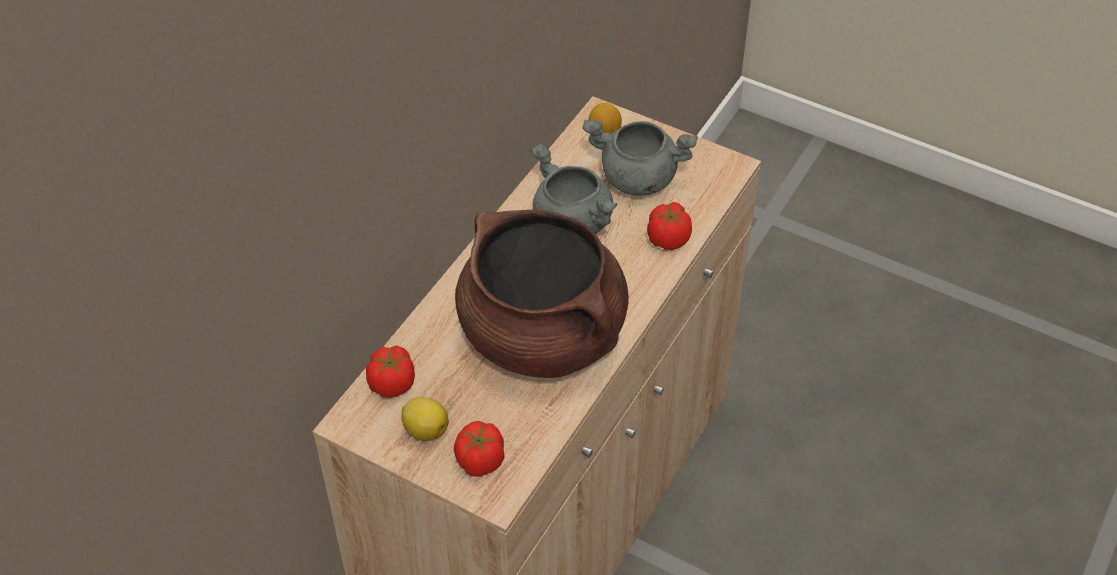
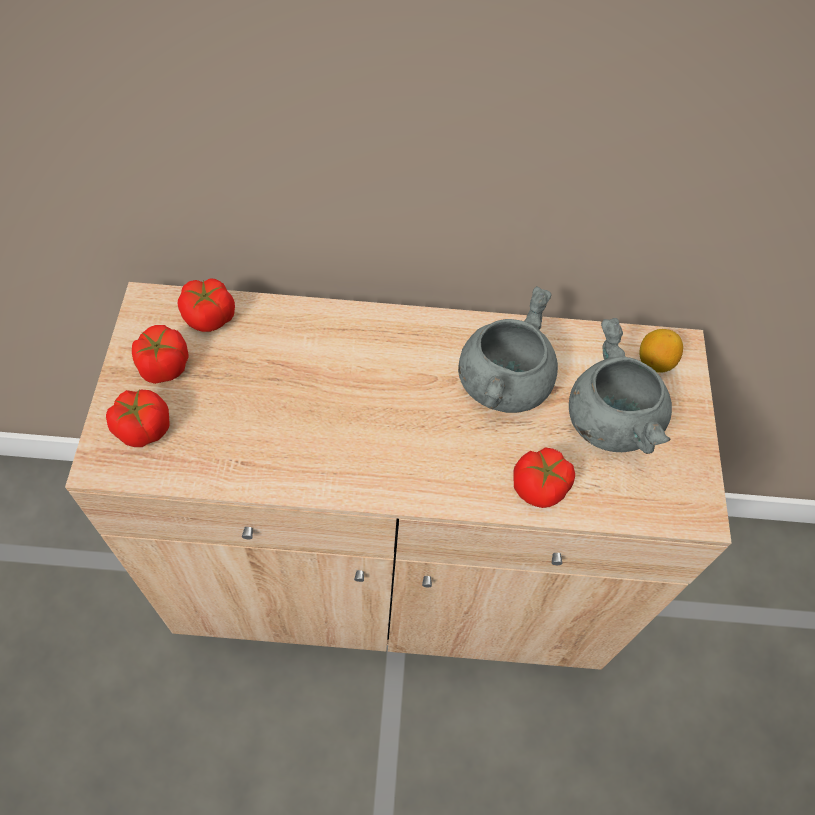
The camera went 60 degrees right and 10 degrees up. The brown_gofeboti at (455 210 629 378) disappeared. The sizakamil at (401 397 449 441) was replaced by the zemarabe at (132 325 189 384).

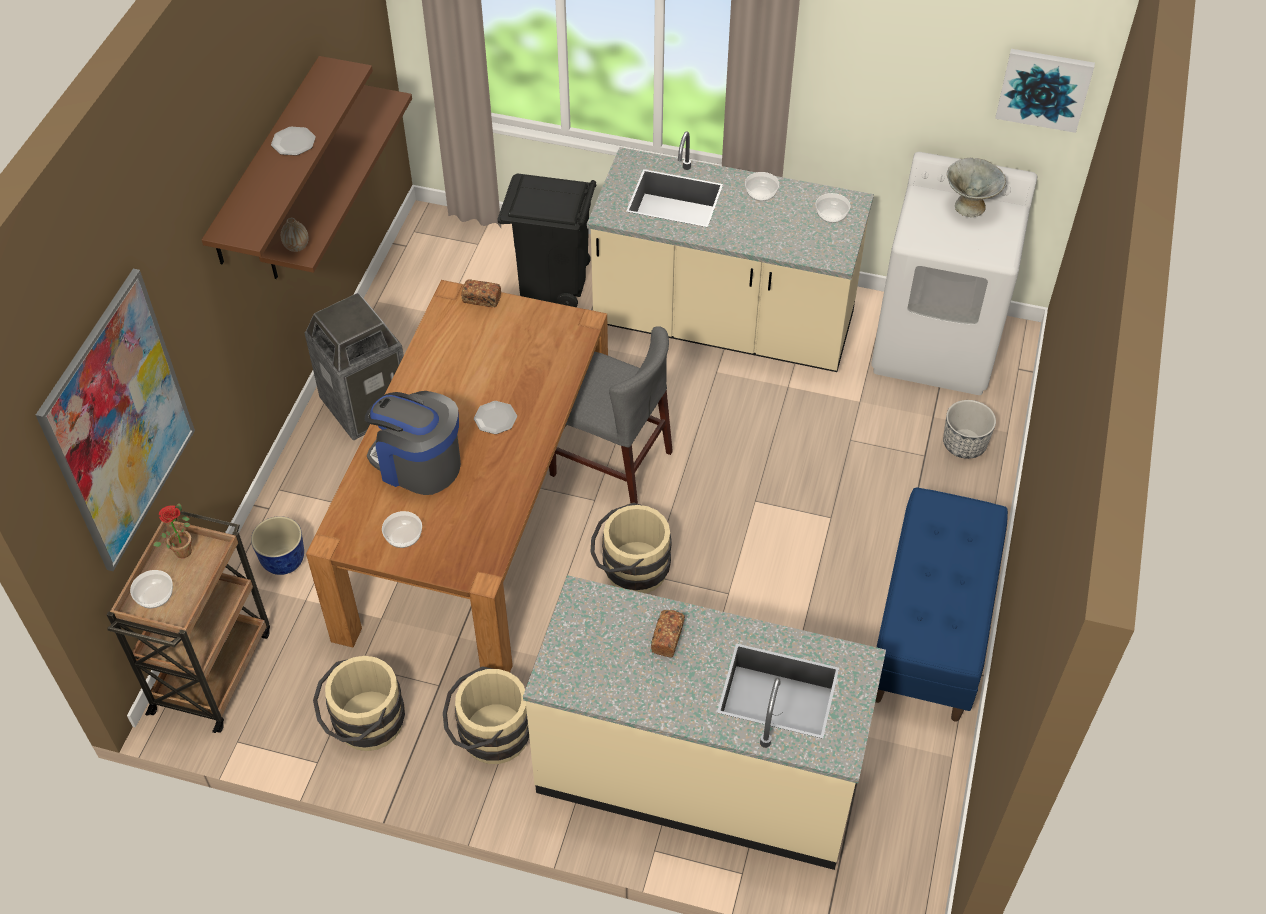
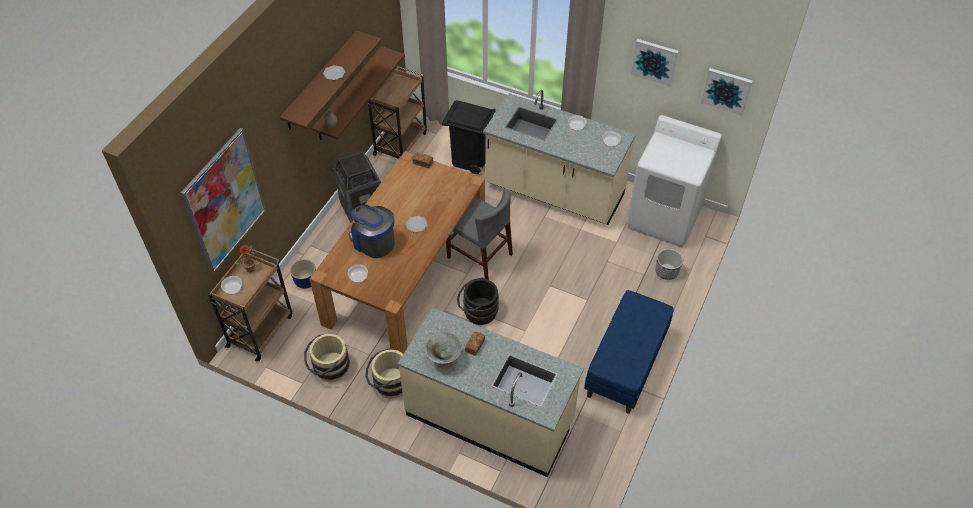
The camera went 10 degrees right and 0 degrees up. The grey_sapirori moved from (947 158 1006 217) to (426 332 462 369). The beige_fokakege at (590 502 672 594) became the black_fokakege at (457 277 499 325). The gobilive at (631 39 679 87) appeared. The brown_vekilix at (367 66 427 159) appeared.

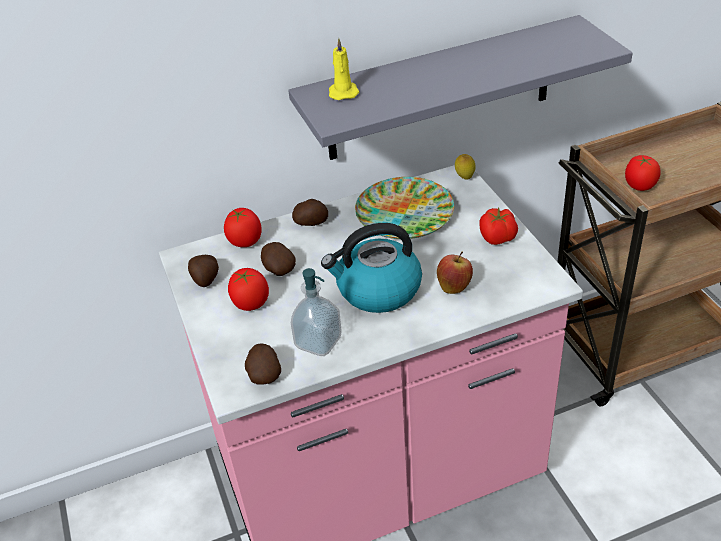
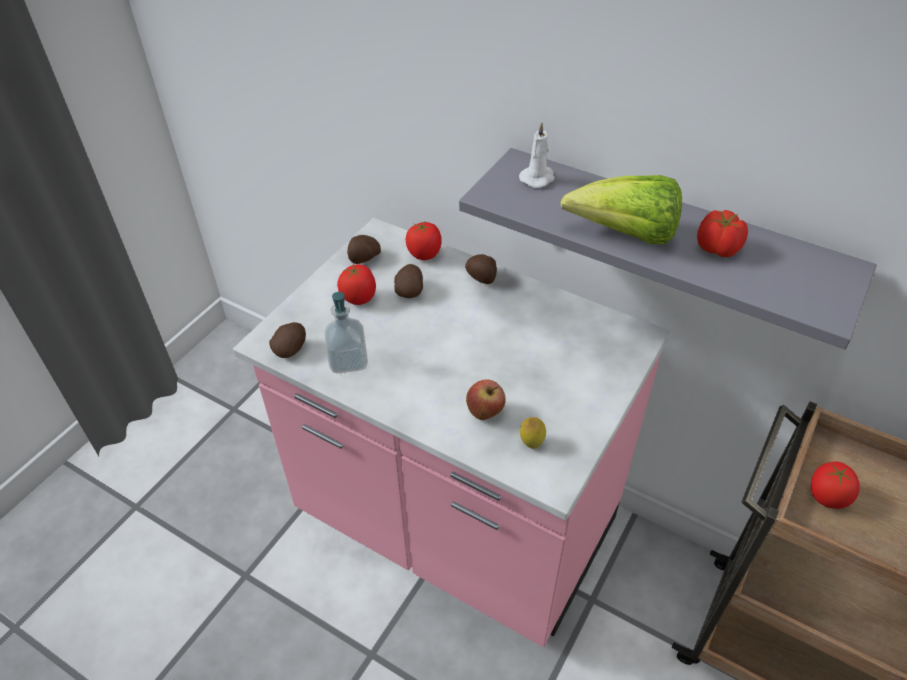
The camera went 50 degrees right and 5 degrees up. The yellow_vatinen at (329 38 359 100) became the white_vatinen at (519 122 555 188). The sizakamil moved from (455 154 476 180) to (520 417 546 449). The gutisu at (355 177 454 239) disappeared. The zemarabe moved from (479 207 518 245) to (697 210 748 257). The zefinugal at (321 223 422 313) disappeared. The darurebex at (560 175 682 244) appeared.

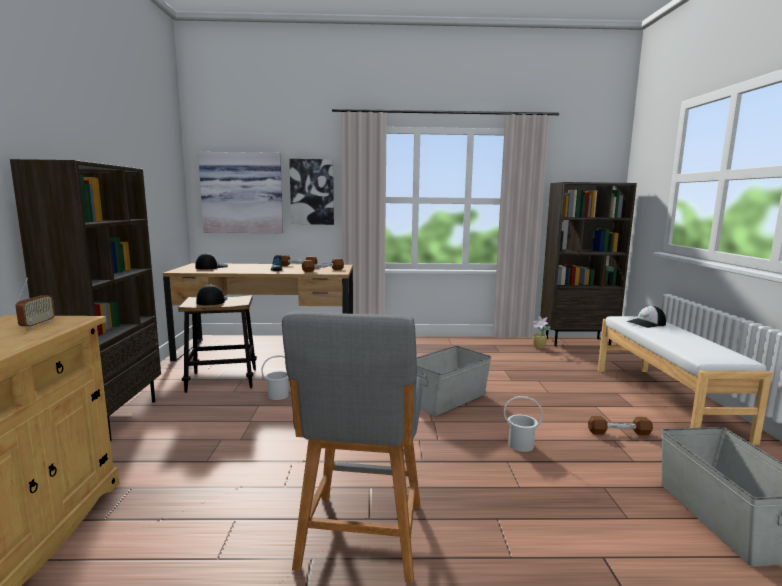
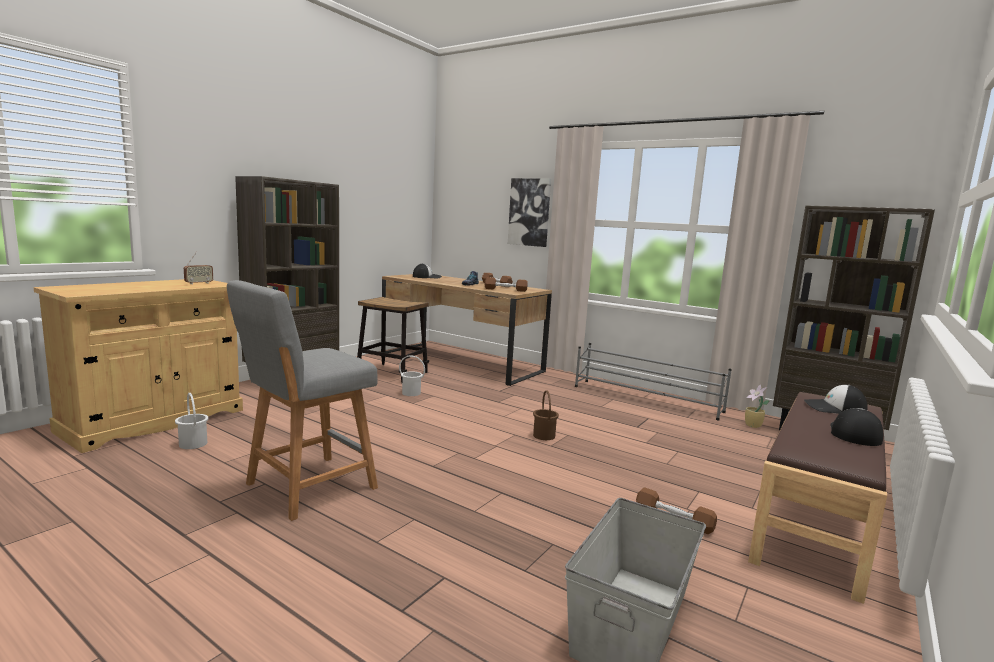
The camera went 35 degrees right and 0 degrees up. The gobilive at (198 152 283 233) disappeared. The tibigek moved from (197 285 228 305) to (831 408 883 446). The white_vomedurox at (598 316 773 445) became the brown_vomedurox at (748 392 887 604). The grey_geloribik at (417 346 491 416) was replaced by the brown_fokakege at (533 390 559 440). The white_fokakege moved from (504 396 543 452) to (175 393 209 449). The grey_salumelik at (575 343 732 420) appeared.

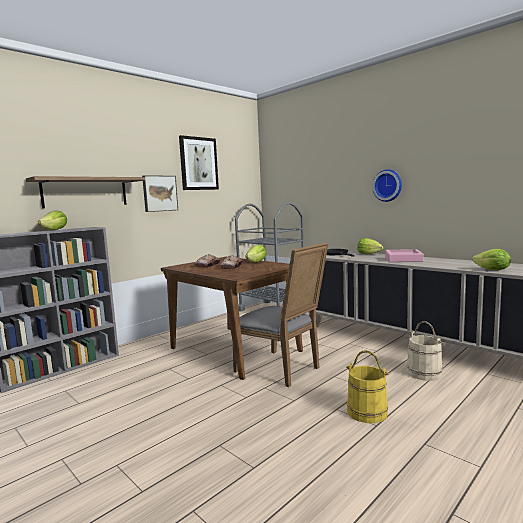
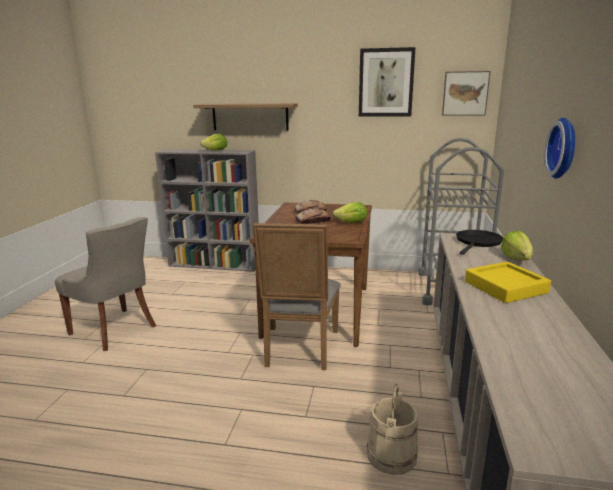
The camera went 55 degrees right and 10 degrees up. The gobilive moved from (142 175 178 212) to (442 71 490 115). The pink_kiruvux at (385 249 424 262) became the yellow_kiruvux at (465 262 551 303). The darurebex at (472 249 511 270) disappeared. The yellow_fokakege at (346 350 389 423) disappeared. The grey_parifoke at (55 217 156 351) appeared.

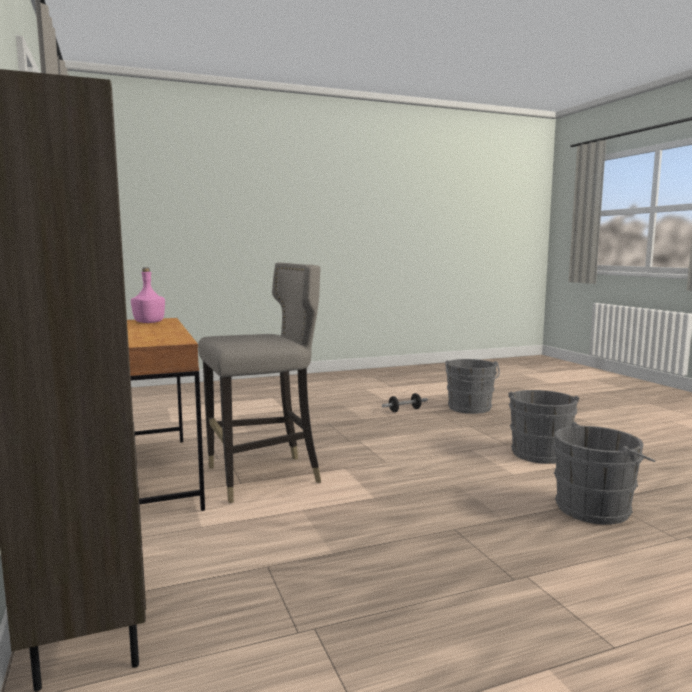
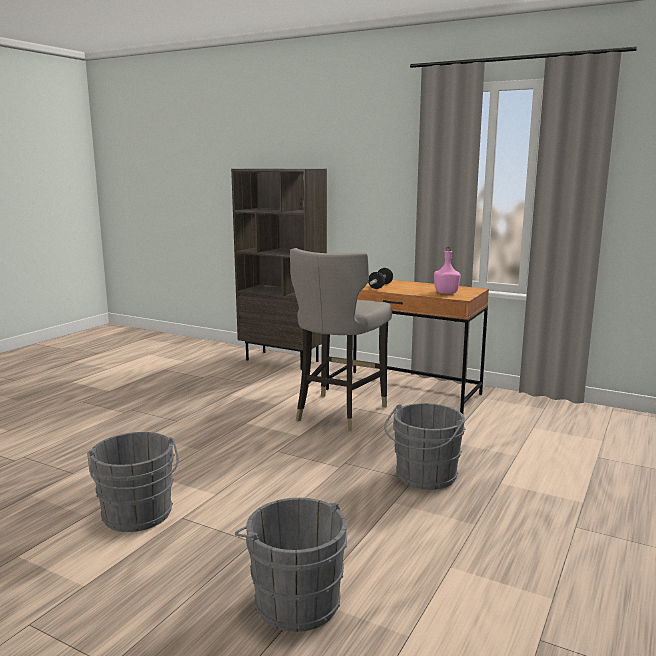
The camera went 140 degrees right and 5 degrees up. The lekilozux moved from (382 393 428 412) to (368 268 393 289). The grey_fokakege moved from (553 422 655 525) to (384 403 466 490).

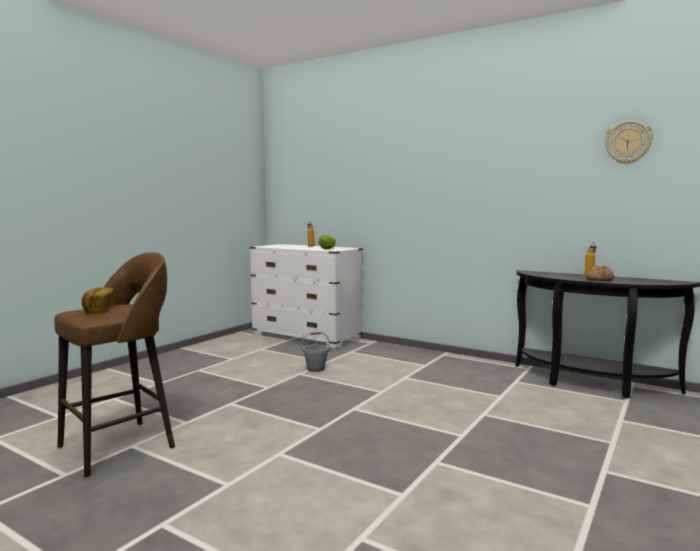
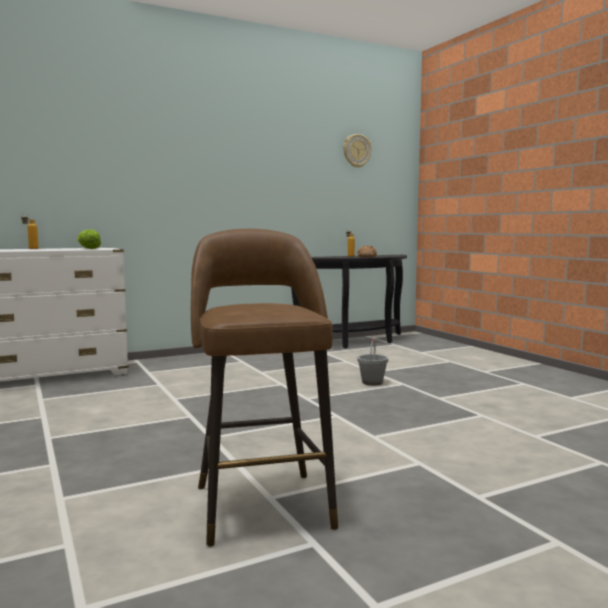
The camera went 60 degrees left and 0 degrees up. The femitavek at (82 287 115 313) disappeared. The grey_fokakege moved from (302 332 330 372) to (357 338 388 385).

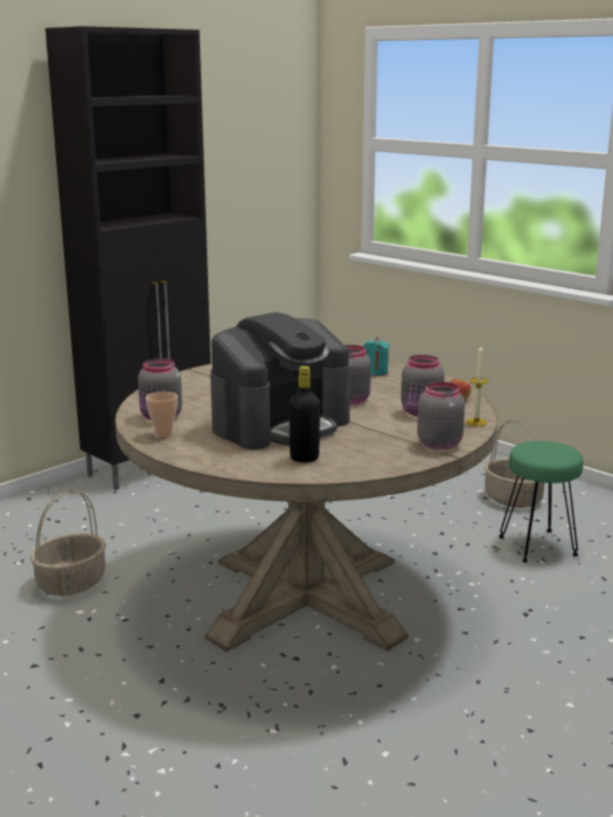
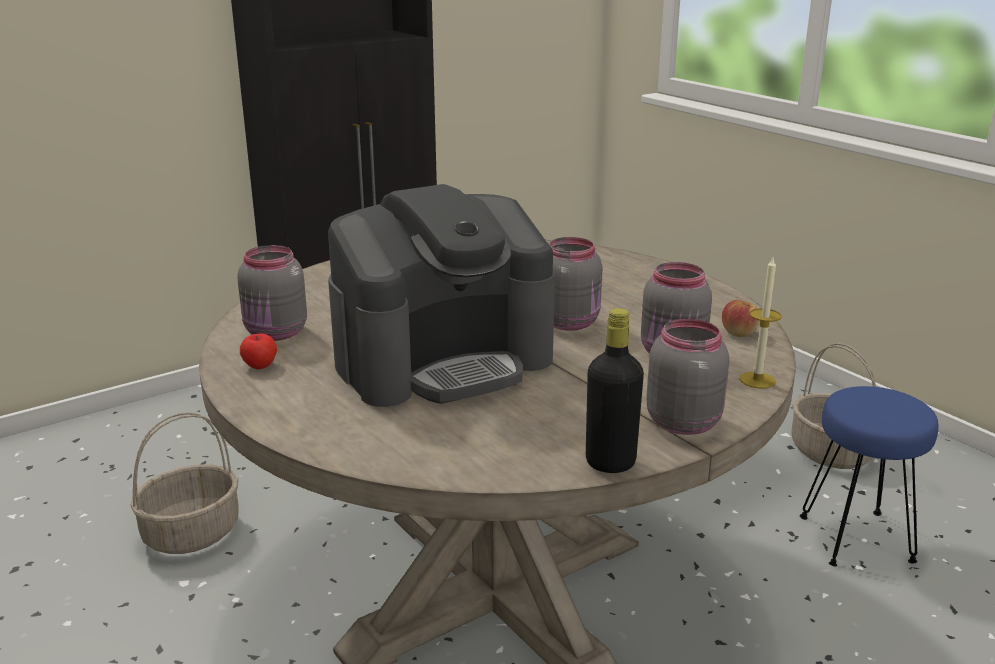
The camera went 10 degrees right and 5 degrees up. The turquoise_vatinen at (363 337 390 376) disappeared. The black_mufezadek moved from (289 366 320 462) to (586 308 644 473). The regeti at (146 392 178 438) was replaced by the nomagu at (240 334 277 369). The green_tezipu at (499 441 583 562) became the blue_tezipu at (800 386 938 566).

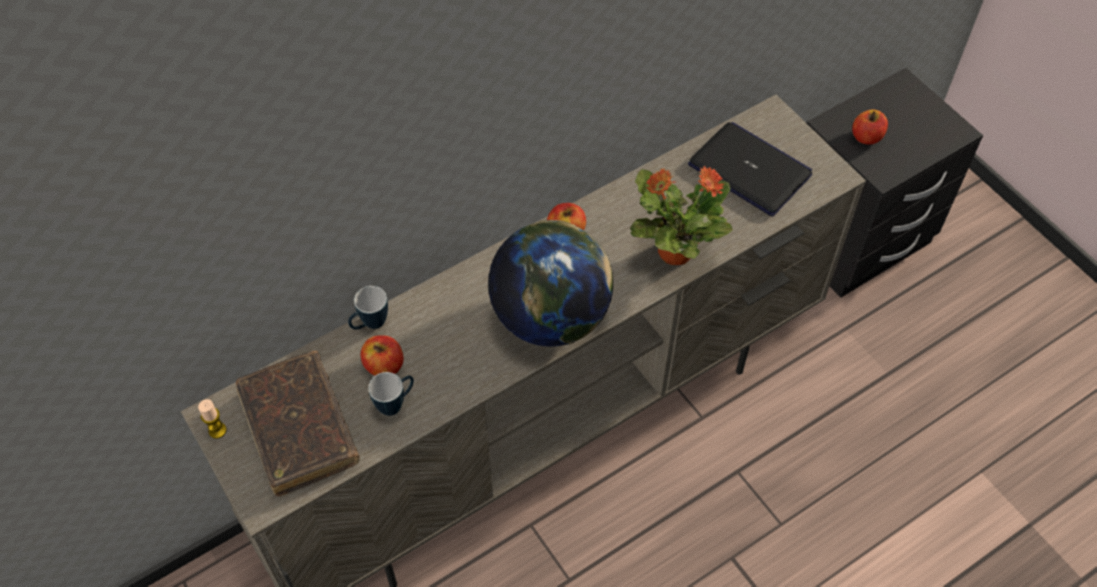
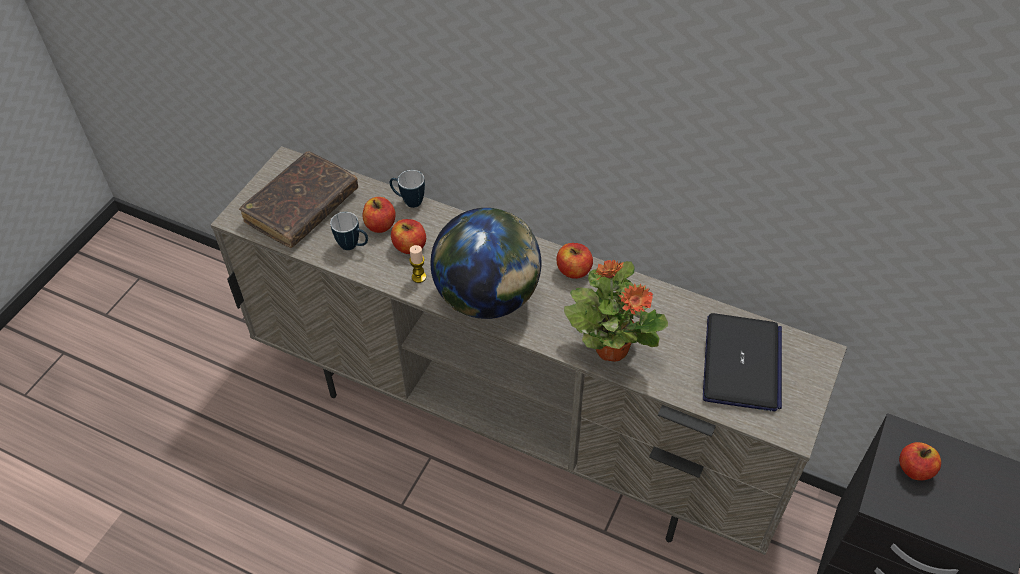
The camera went 60 degrees right and 5 degrees down. The vatinen moved from (198 399 227 439) to (409 245 426 283). The nomagu at (391 219 426 254) appeared.

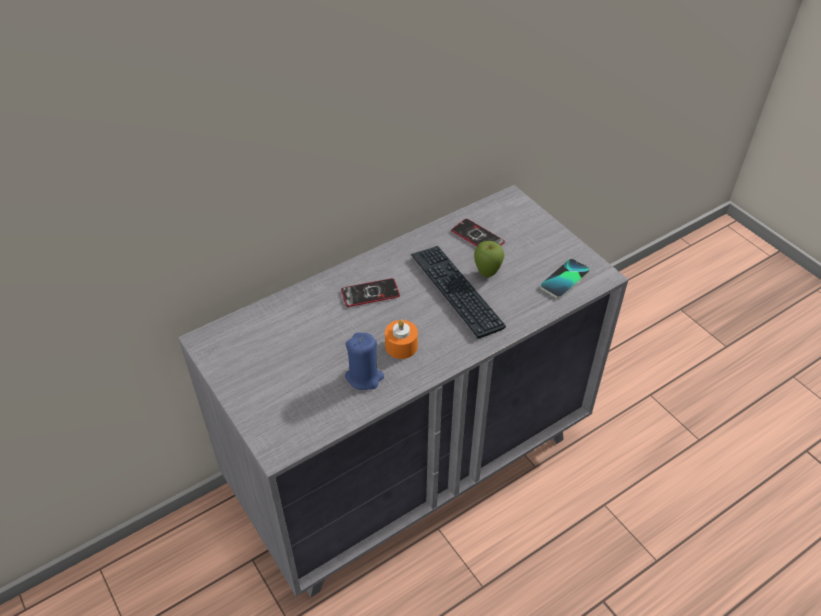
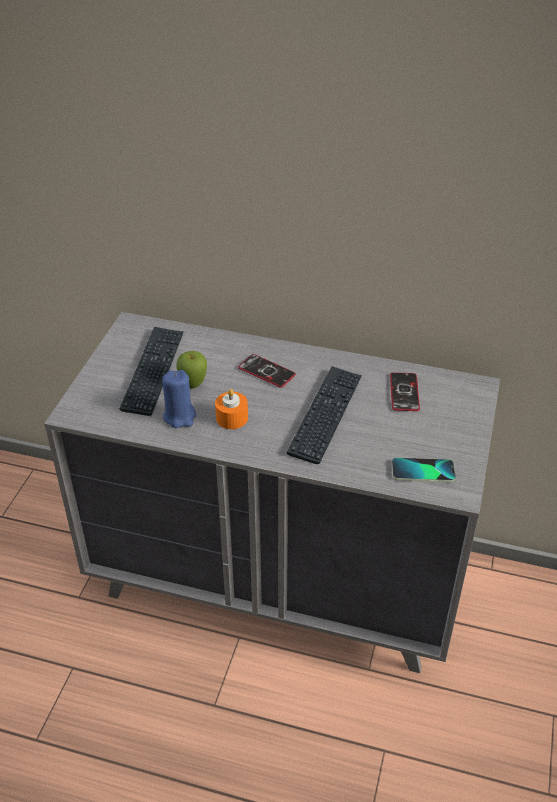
The camera went 50 degrees right and 5 degrees down. The nomagu moved from (474 241 504 277) to (176 351 207 389). The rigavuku at (120 327 184 416) appeared.

